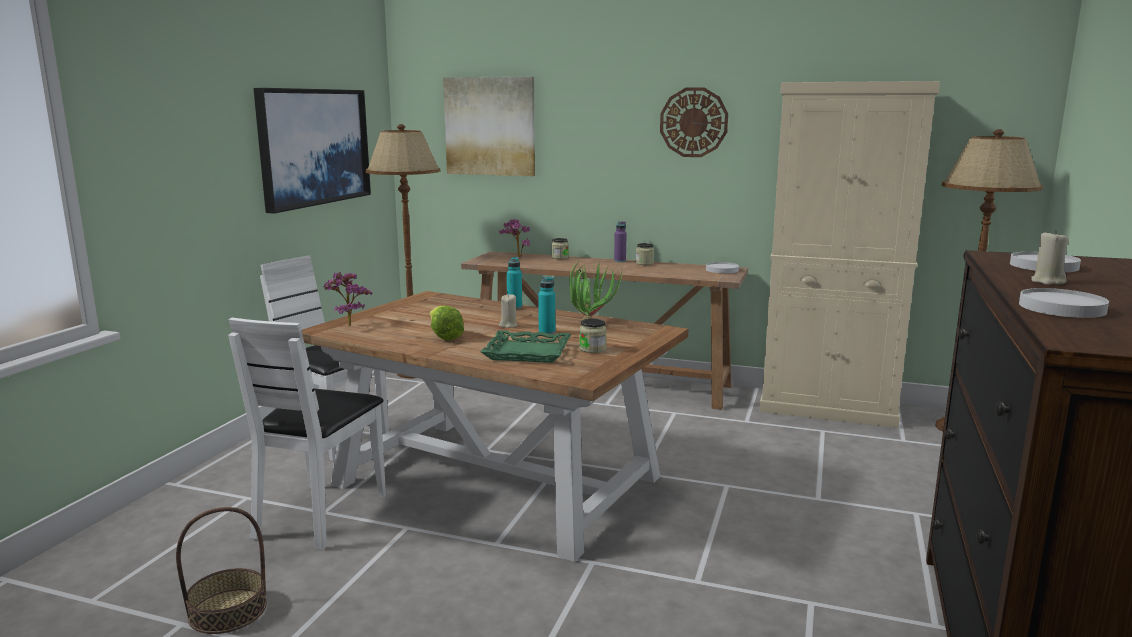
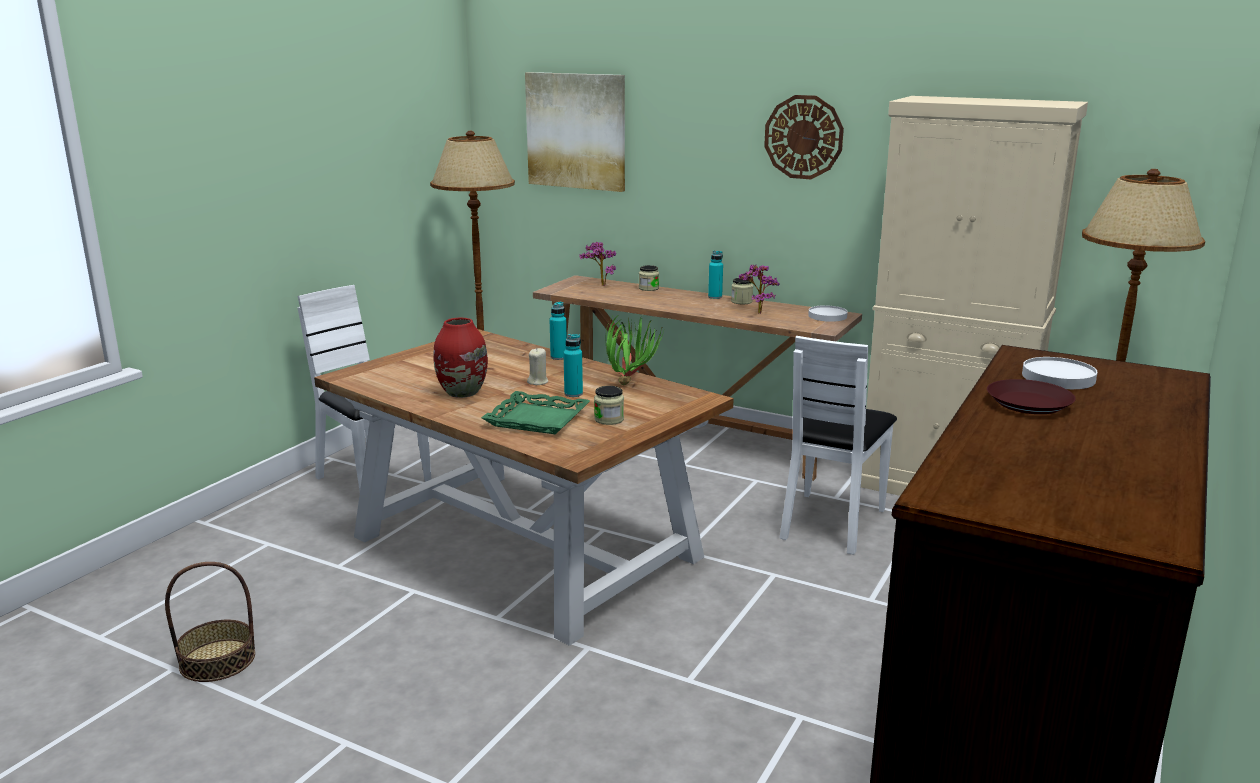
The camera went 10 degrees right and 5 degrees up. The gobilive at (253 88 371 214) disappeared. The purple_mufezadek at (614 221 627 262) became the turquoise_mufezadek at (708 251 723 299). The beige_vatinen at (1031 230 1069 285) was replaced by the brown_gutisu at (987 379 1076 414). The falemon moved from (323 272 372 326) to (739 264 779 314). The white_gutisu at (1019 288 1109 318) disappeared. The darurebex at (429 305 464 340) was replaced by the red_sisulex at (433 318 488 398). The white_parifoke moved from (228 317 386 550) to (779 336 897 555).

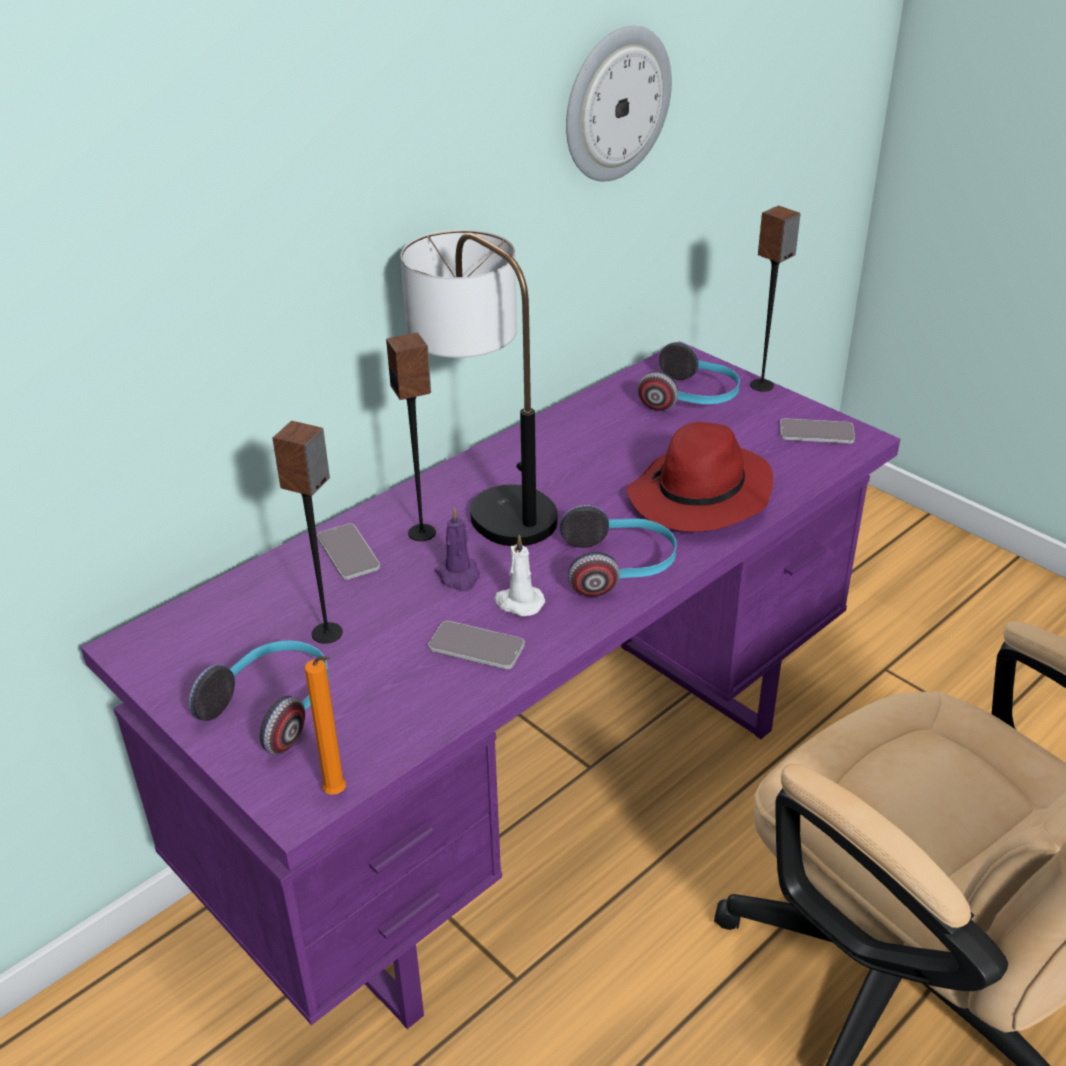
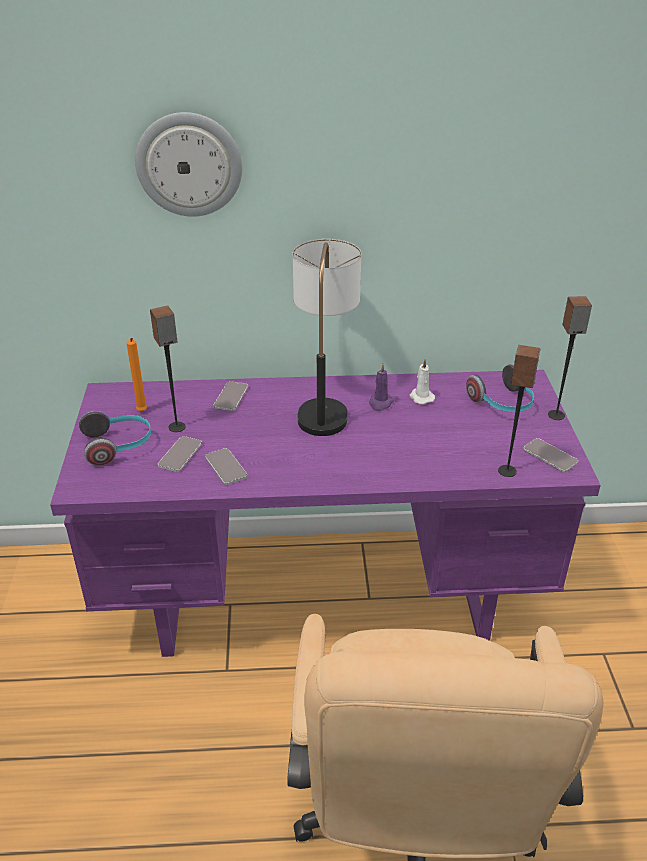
The camera went 40 degrees right and 0 degrees up. The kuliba moved from (566 26 672 181) to (135 112 242 217). The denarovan moved from (386 333 436 541) to (498 345 541 477). The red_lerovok at (627 422 773 532) disappeared. The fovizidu at (560 505 677 597) disappeared. The purple_vatinen moved from (435 507 479 592) to (369 364 394 411). The white_vatinen moved from (494 535 546 616) to (410 359 435 404). The orange_vatinen moved from (305 656 346 795) to (126 338 147 411). The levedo at (158 436 202 472) appeared.

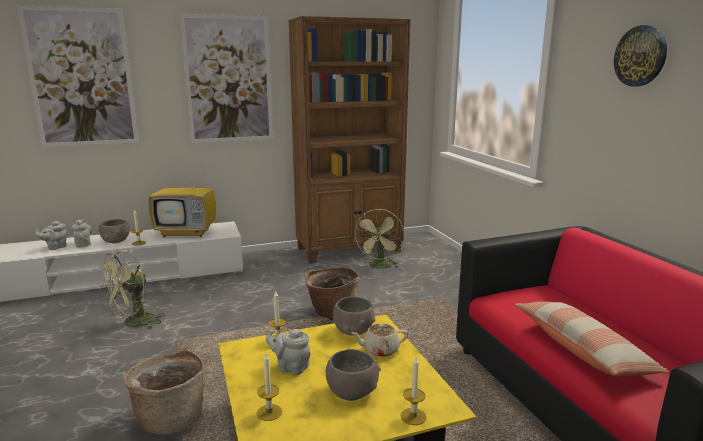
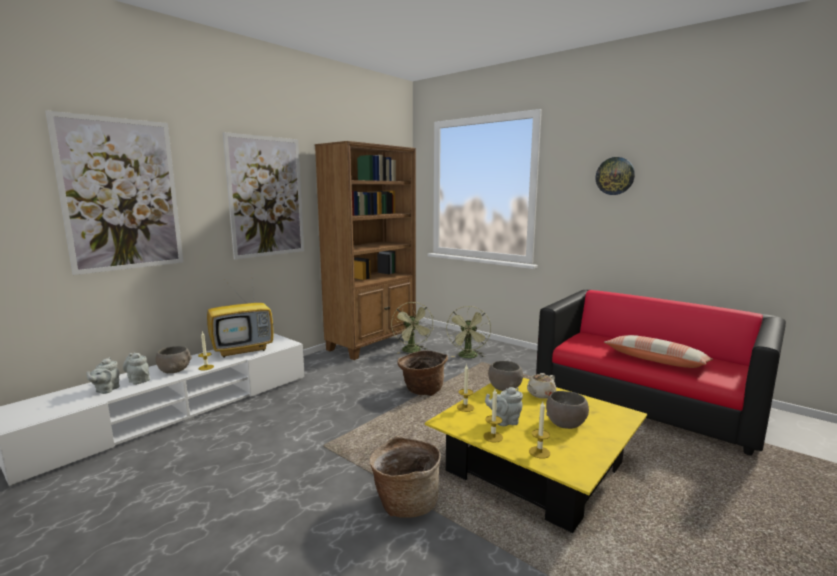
The camera went 30 degrees left and 5 degrees down. The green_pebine moved from (98 251 165 330) to (446 306 491 358). The vatinen moved from (400 357 426 425) to (483 389 503 443).

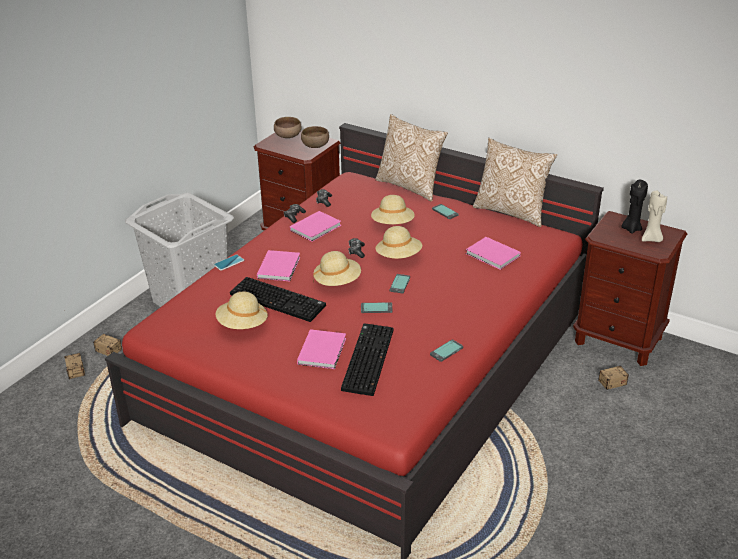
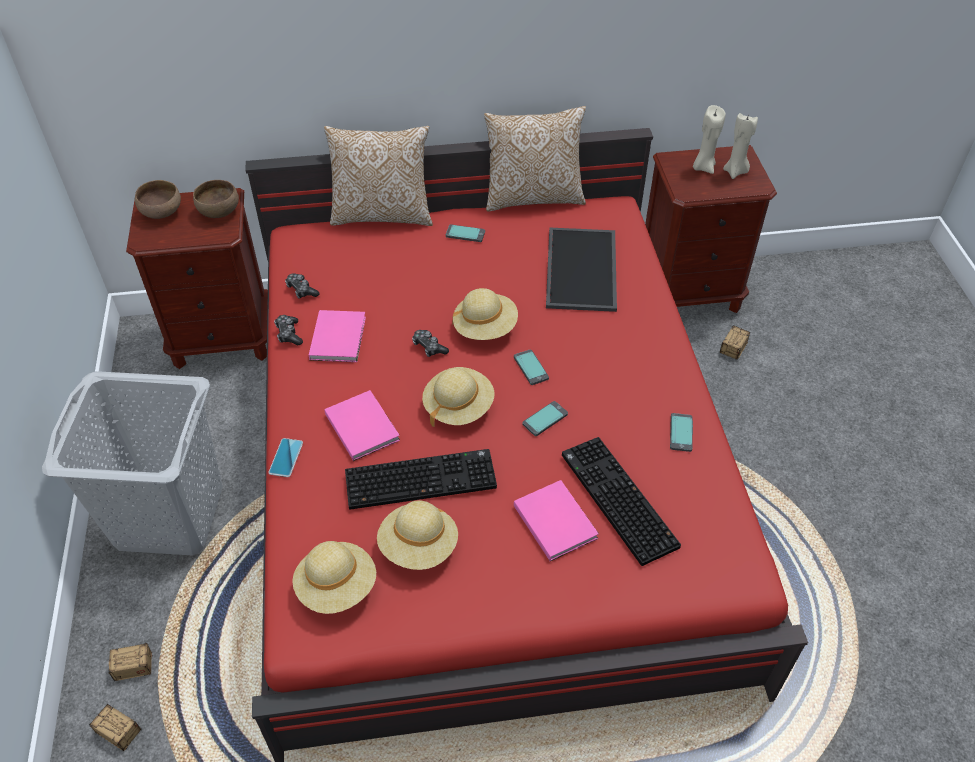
The camera went 40 degrees left and 15 degrees up. The black_vatinen at (621 179 648 234) became the beige_vatinen at (693 105 726 174). The beige_lerovok moved from (371 195 415 224) to (292 541 376 614). The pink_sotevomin at (466 237 521 270) was replaced by the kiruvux at (546 227 617 312).

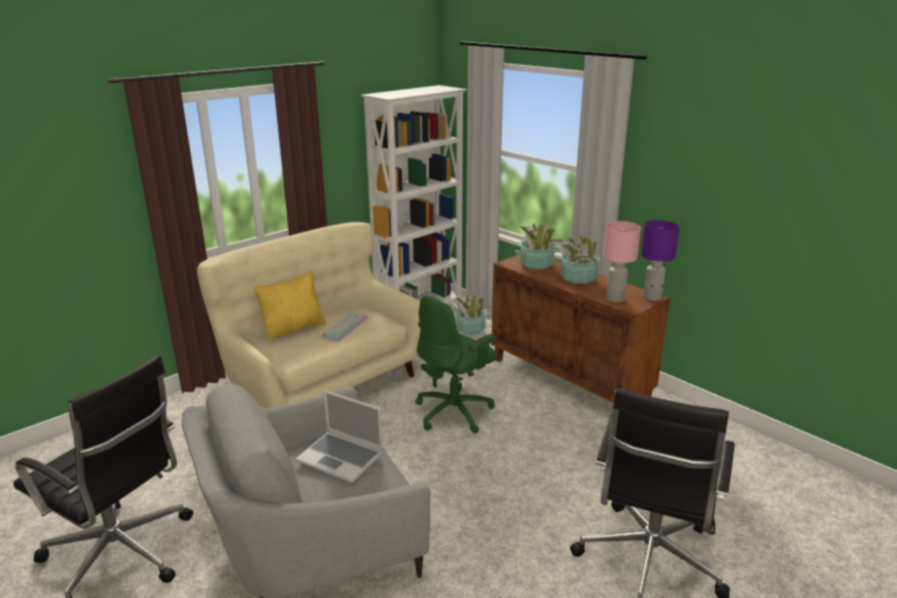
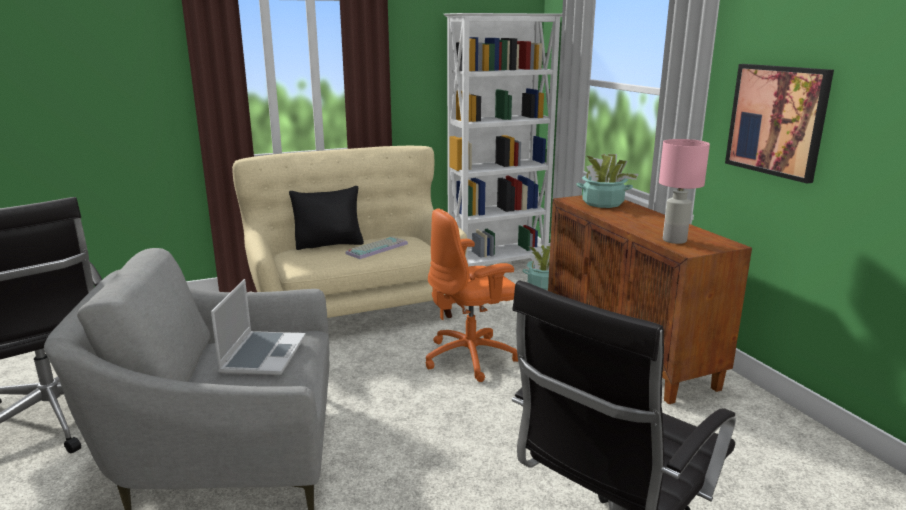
The camera went 20 degrees right and 5 degrees down. The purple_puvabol at (641 220 680 301) disappeared. The falemon at (558 235 601 284) disappeared. The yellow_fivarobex at (253 270 326 340) became the black_fivarobex at (289 186 364 250). The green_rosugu at (415 296 497 433) became the orange_rosugu at (426 208 518 382). The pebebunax at (296 390 383 483) turned 135 degrees counterclockwise. The gobilive at (725 64 834 183) appeared.

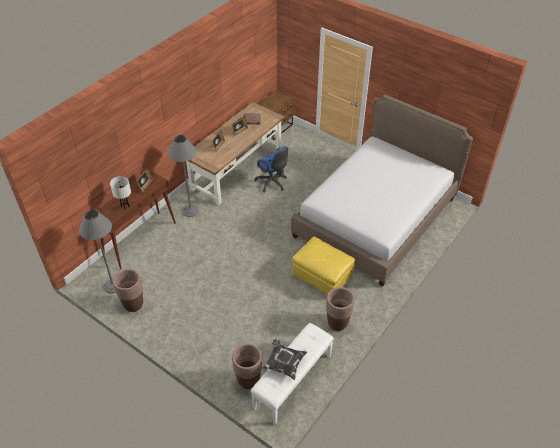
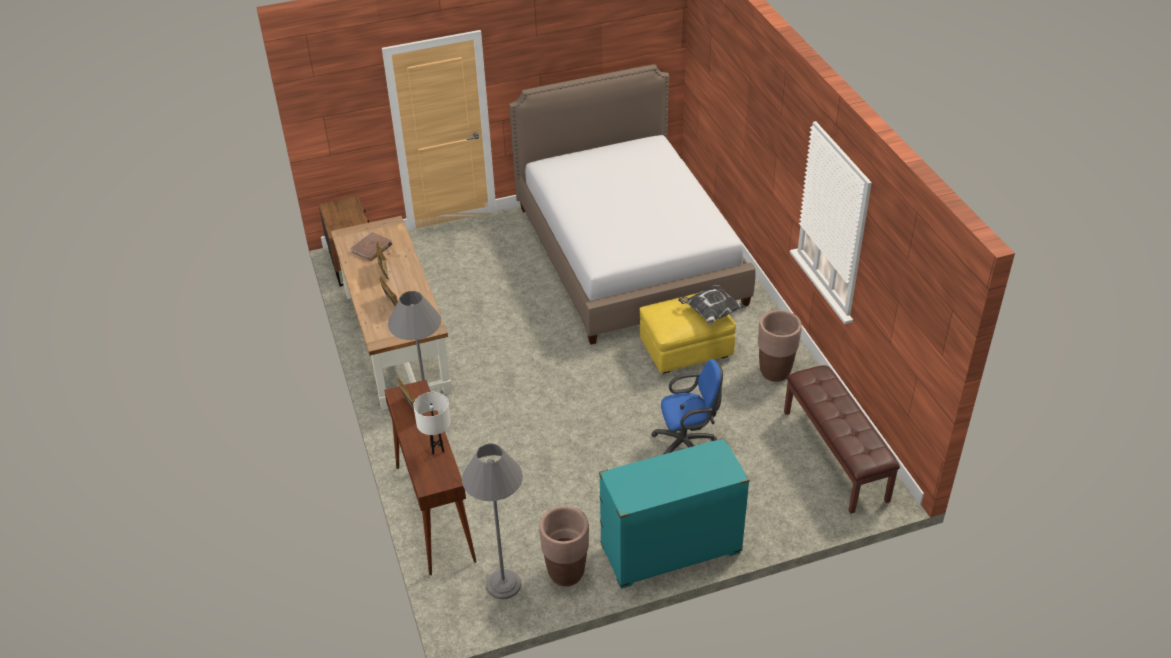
The camera went 55 degrees left and 5 degrees down. The blue_rosugu moved from (254 146 288 192) to (652 359 723 455). The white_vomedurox at (250 323 334 425) became the brown_vomedurox at (784 365 900 514). The fivarobex moved from (263 339 307 380) to (678 282 746 325). The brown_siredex at (232 343 262 389) disappeared. The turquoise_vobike at (599 437 750 589) appeared.

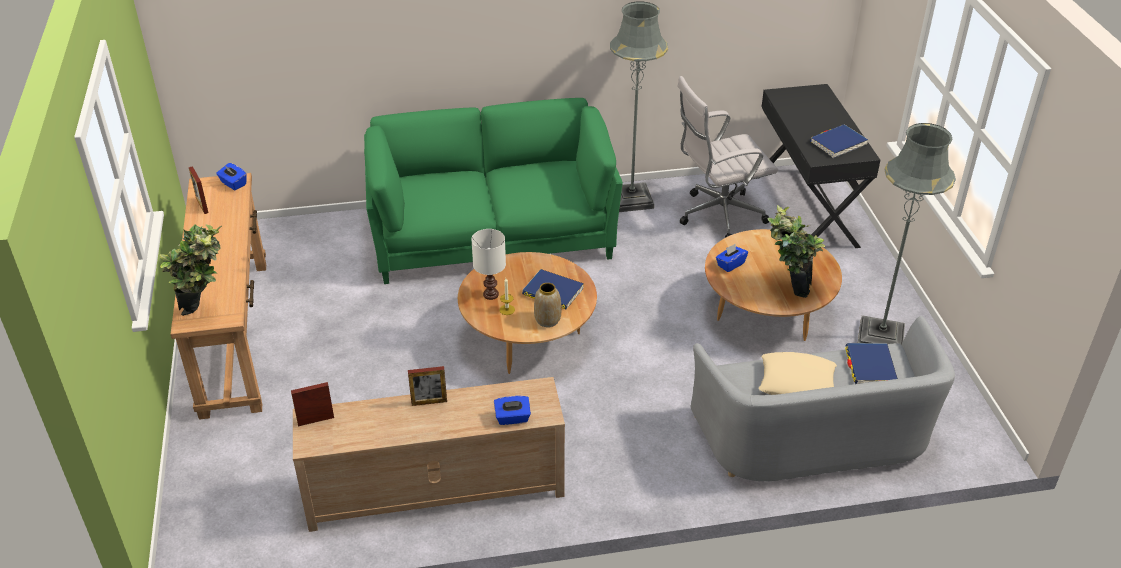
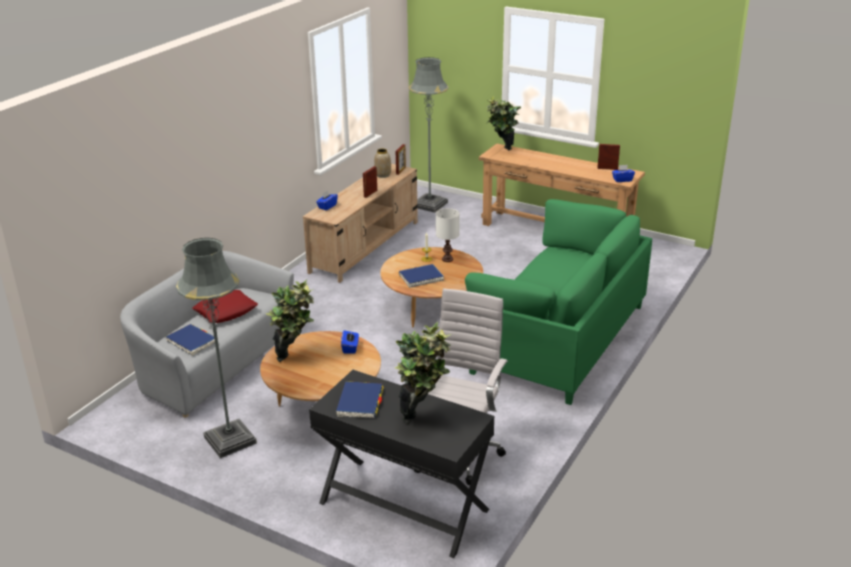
The camera went 130 degrees right and 10 degrees down. The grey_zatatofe moved from (610 2 668 212) to (409 57 449 213). The sisulex moved from (534 283 561 327) to (374 149 391 178). The beige_fivarobex at (759 352 837 395) became the red_fivarobex at (192 290 258 323). The falemon at (394 322 451 424) appeared.

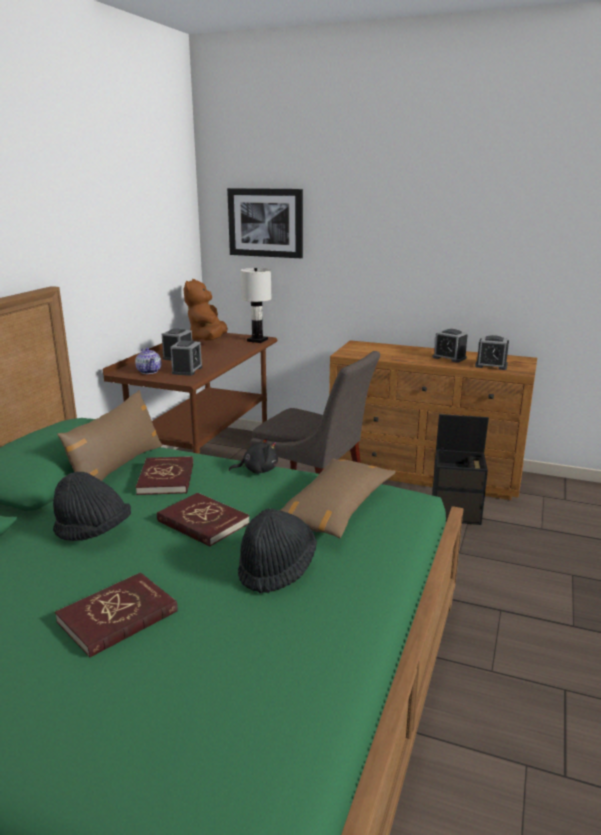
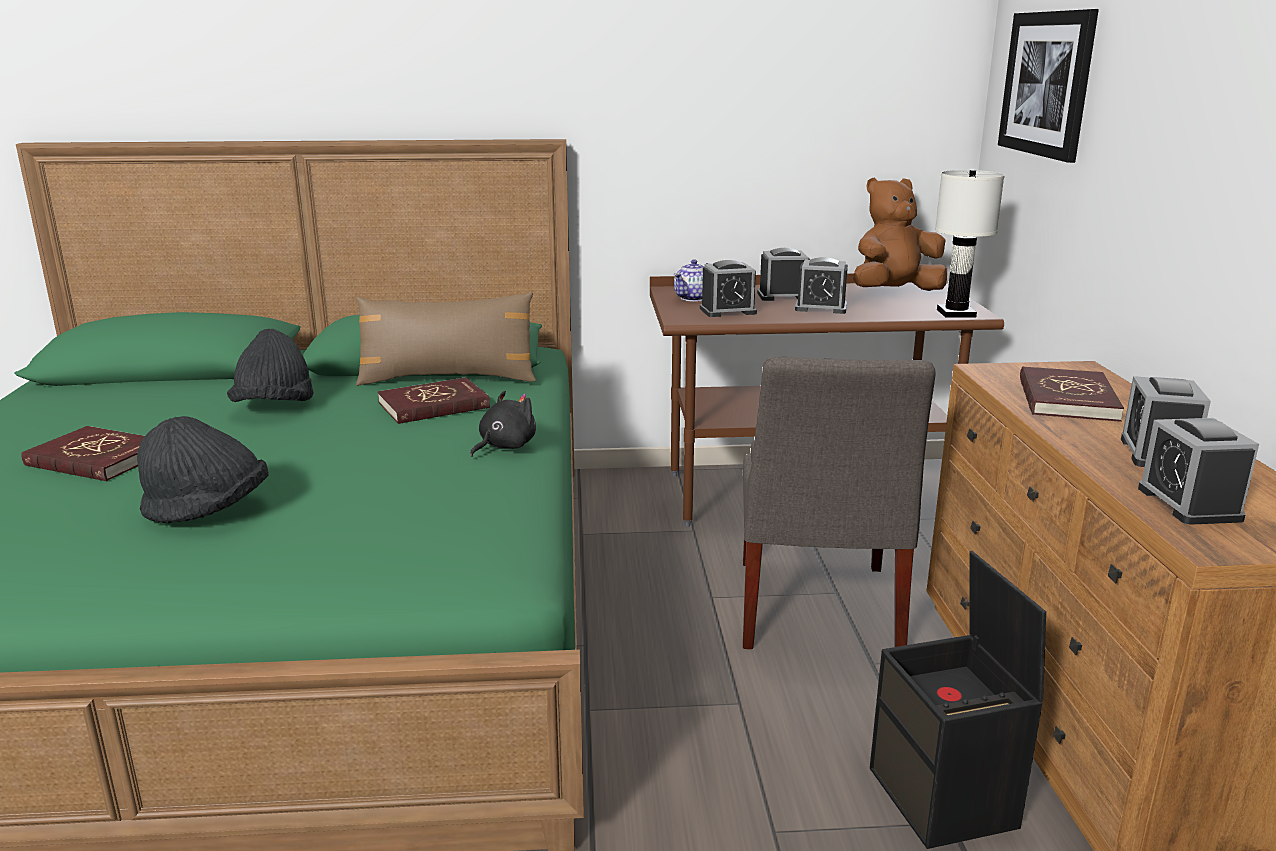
The camera went 65 degrees right and 0 degrees up. The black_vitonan at (229 437 278 474) turned 105 degrees counterclockwise. The brown_fivarobex at (279 459 396 538) disappeared. The red_sotevomin moved from (157 493 249 547) to (1020 366 1124 422). The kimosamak at (795 257 848 314) appeared.

